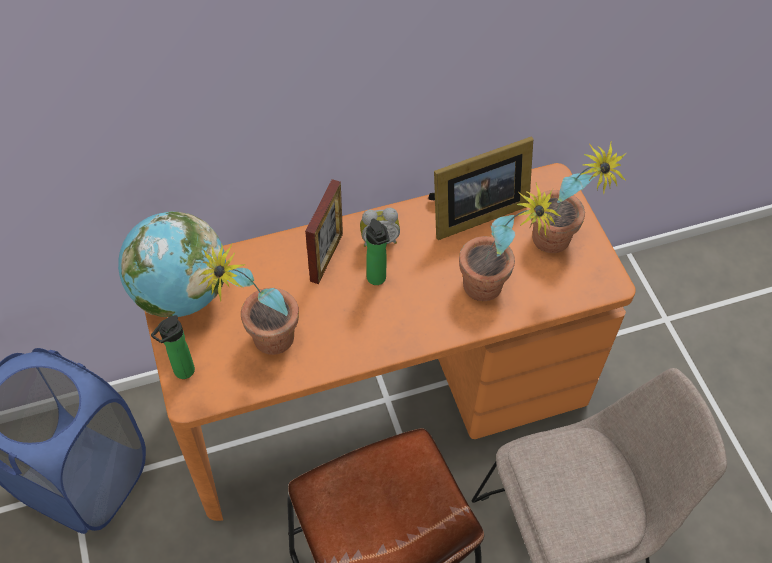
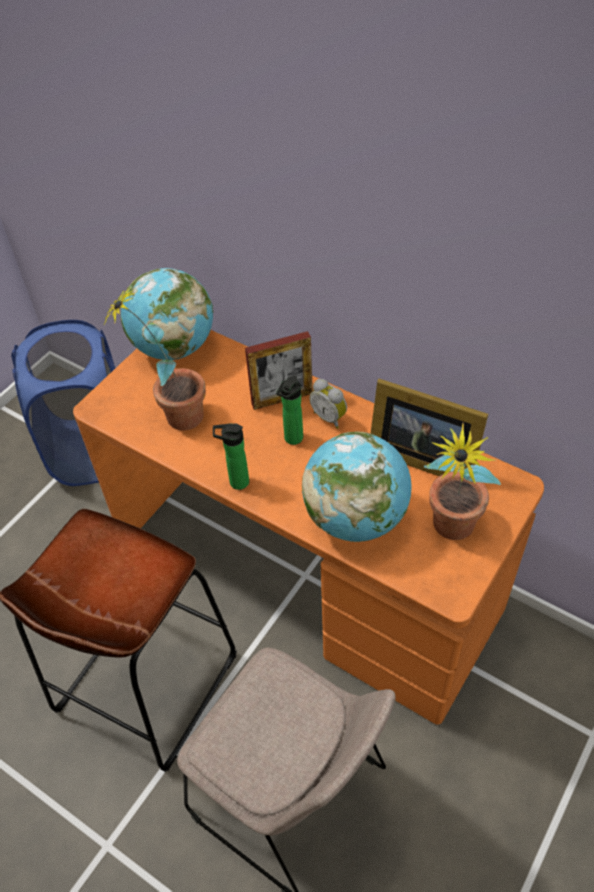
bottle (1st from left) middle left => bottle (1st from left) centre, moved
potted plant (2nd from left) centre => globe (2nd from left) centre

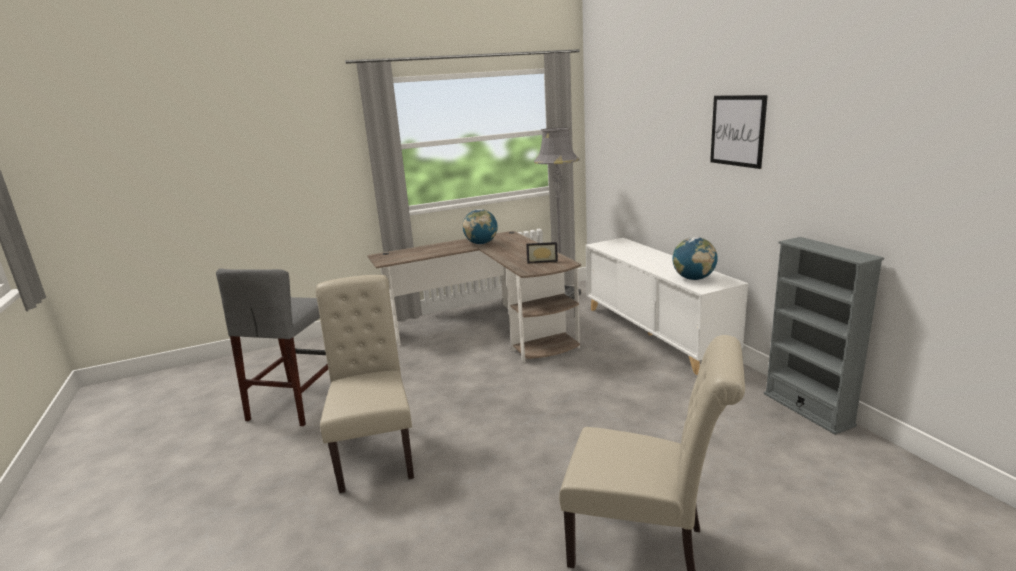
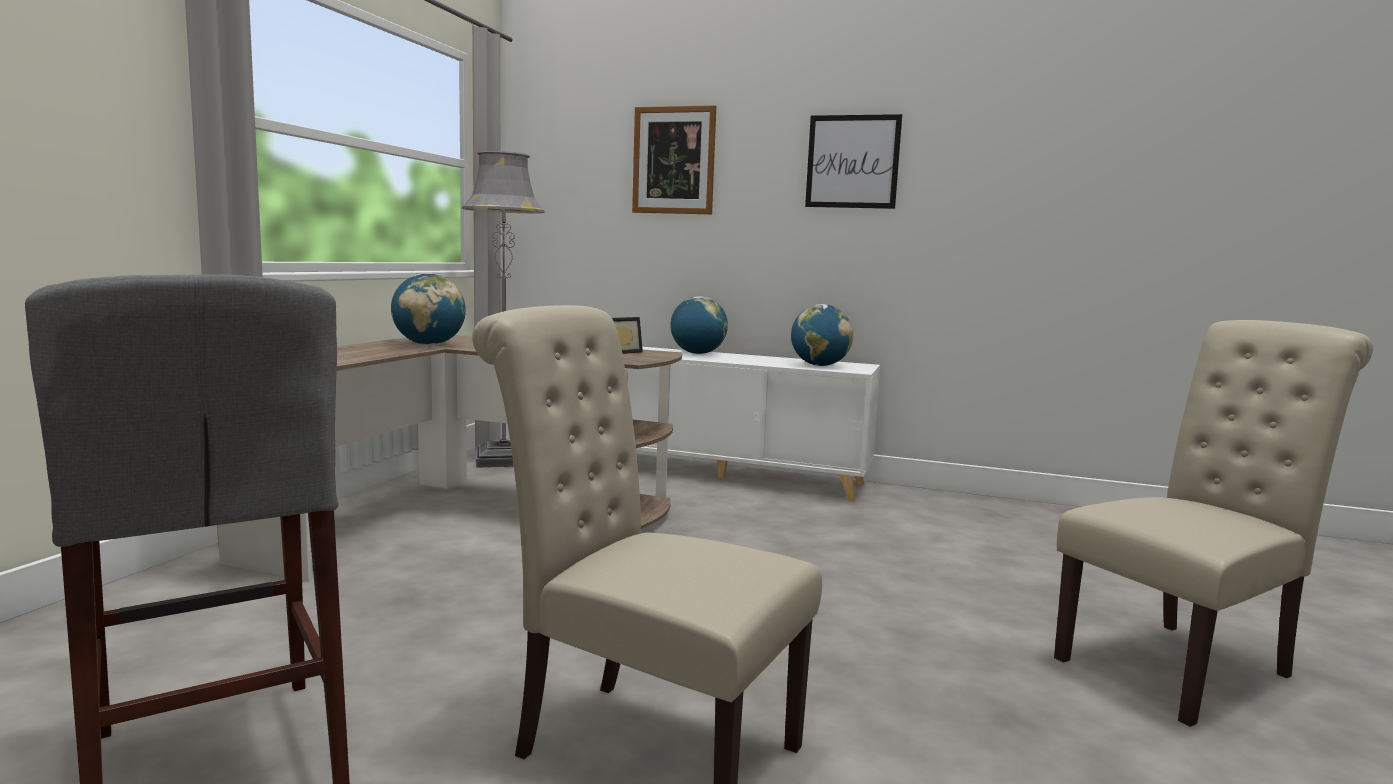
grey bookcase middle right => nothing
nothing => picture (1st from left) top centre
nothing => globe (2nd from left) centre

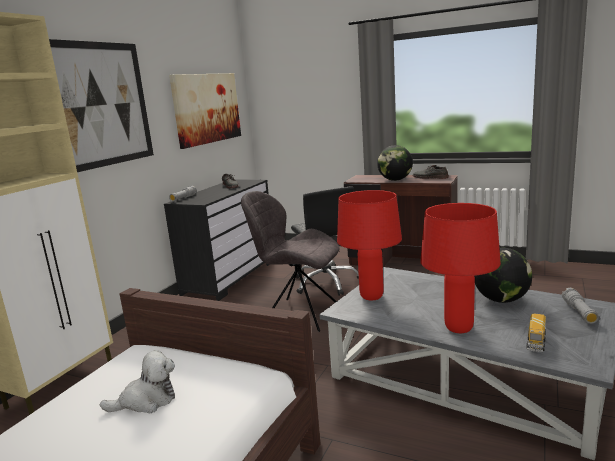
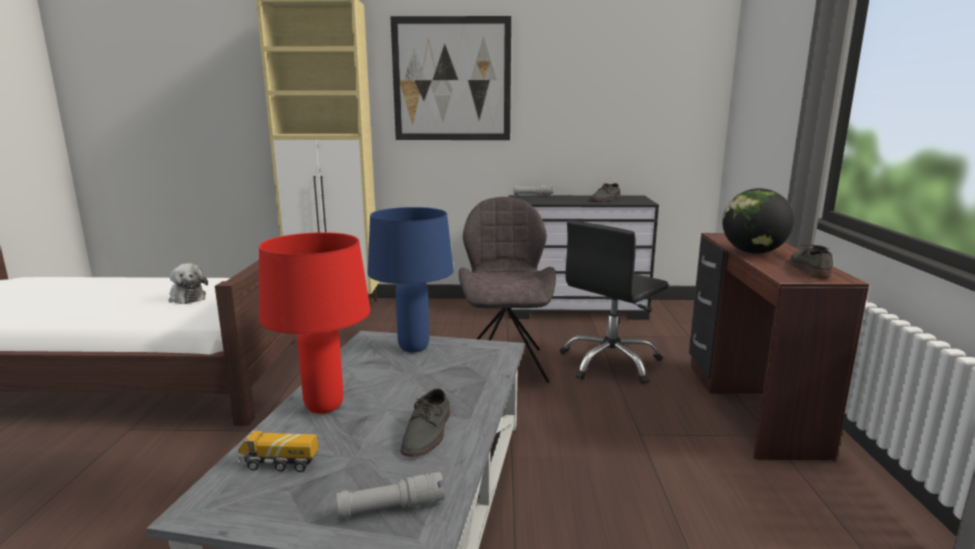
picture (2nd from left) top centre => nothing
red table lamp (1st from left) centre => blue table lamp centre
globe (2nd from left) middle right => grey shoe (1st from left) bottom centre

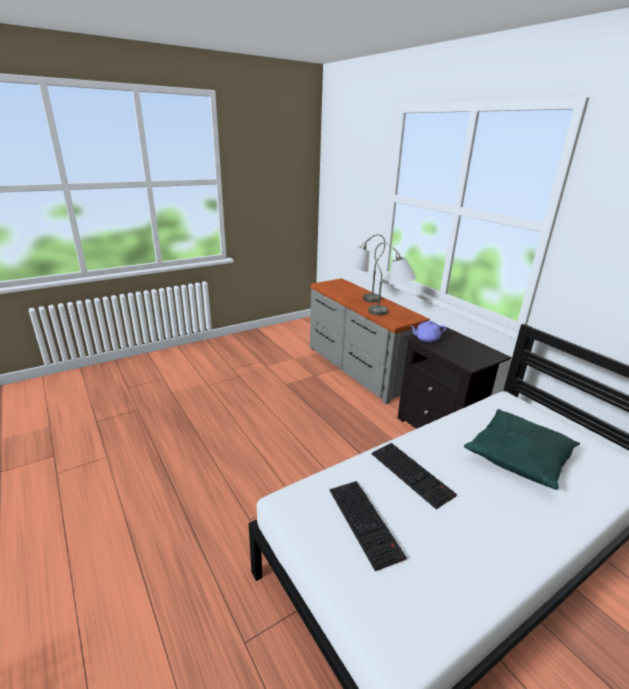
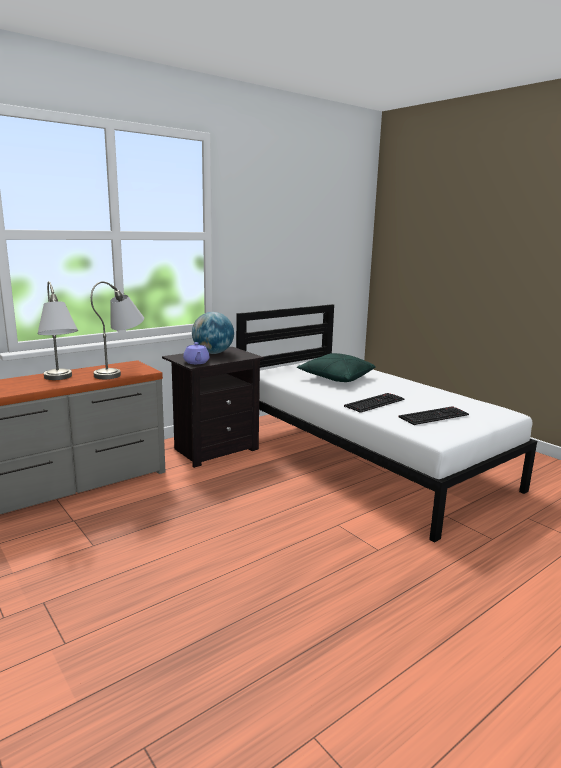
nothing => globe centre

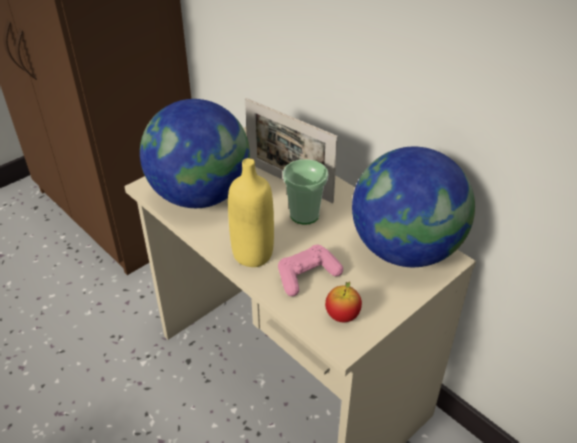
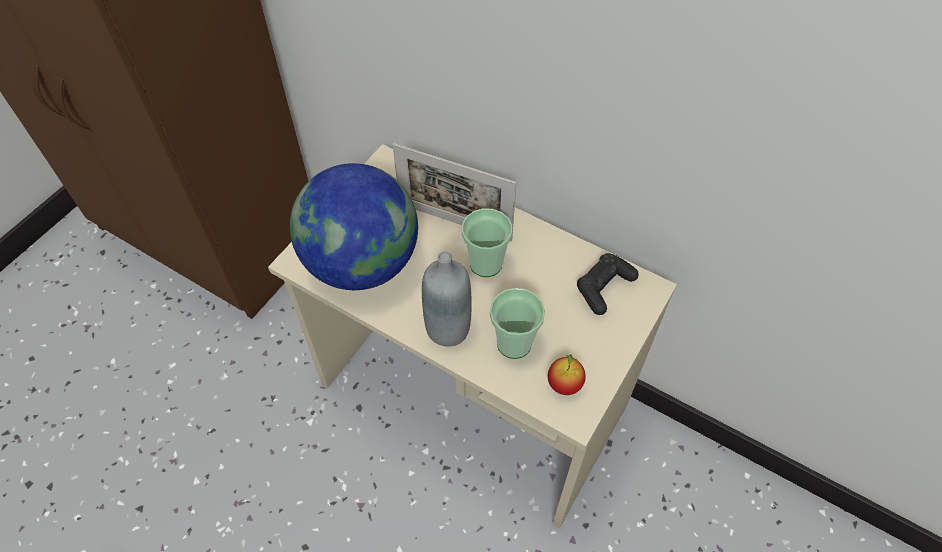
yellow bottle centre => grey bottle centre
pink game controller centre => cup (2nd from left) centre
globe (2nd from left) middle right => black game controller centre

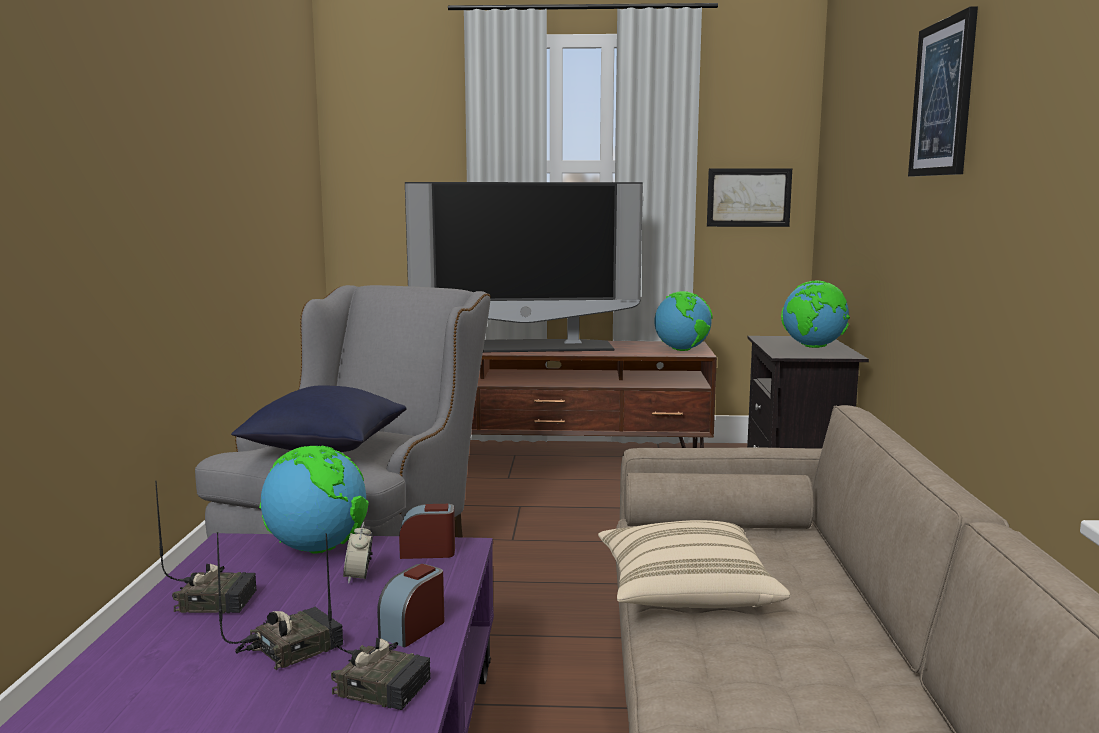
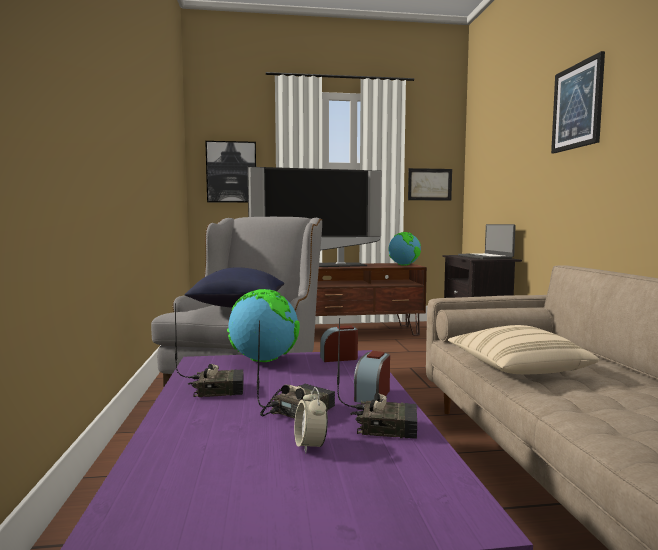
alarm clock (1st from left) bottom left => alarm clock (1st from left) bottom centre, moved
globe (3rd from left) middle right => laptop middle right
nothing => picture (1st from left) top centre

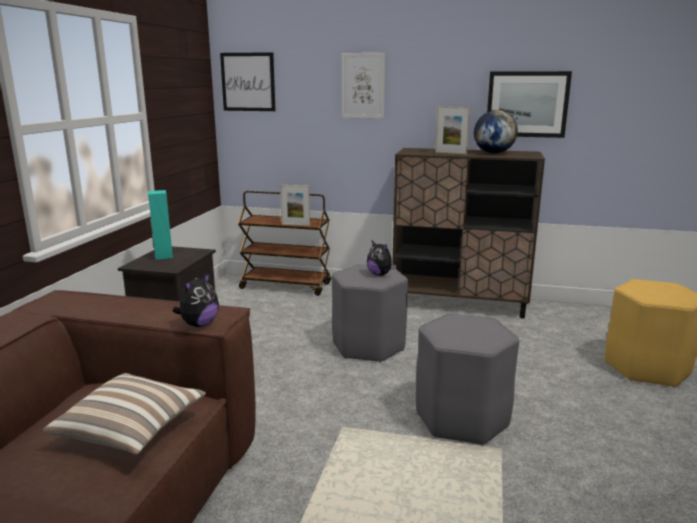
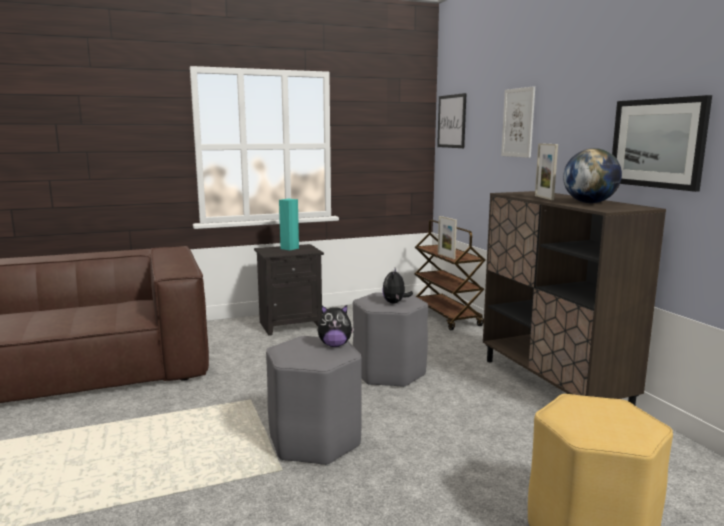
pillow bottom left => nothing
plush toy (1st from left) middle left => plush toy (1st from left) centre, moved

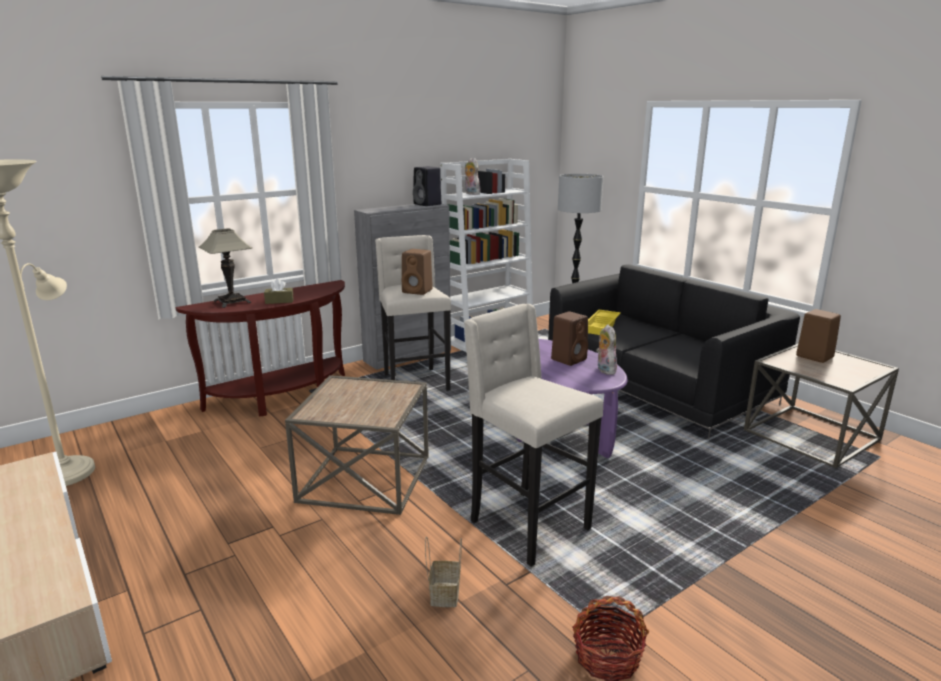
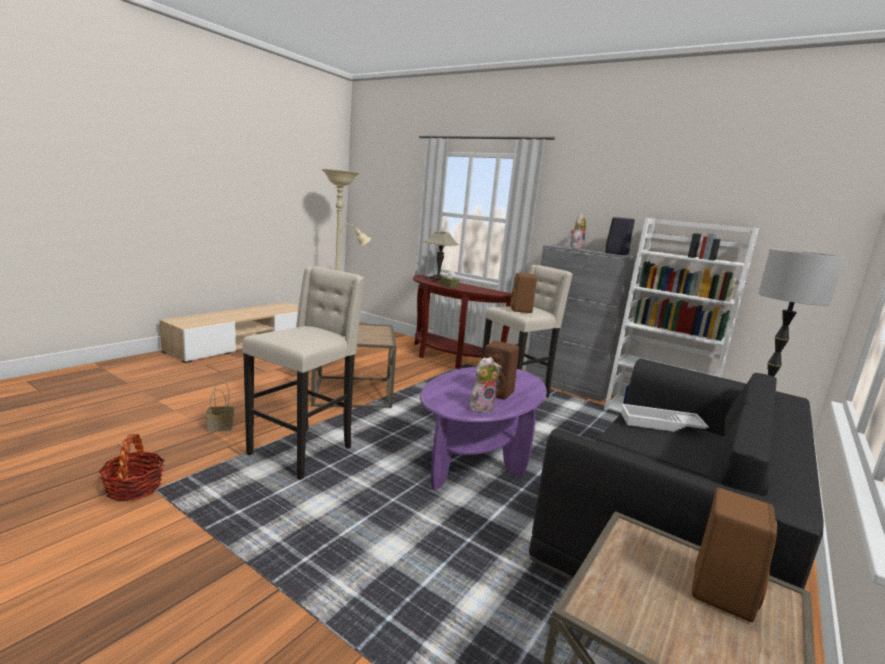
plush toy (1st from left in the first image) top centre => plush toy (2nd from left) centre, moved
yellow tray centre => white tray middle right

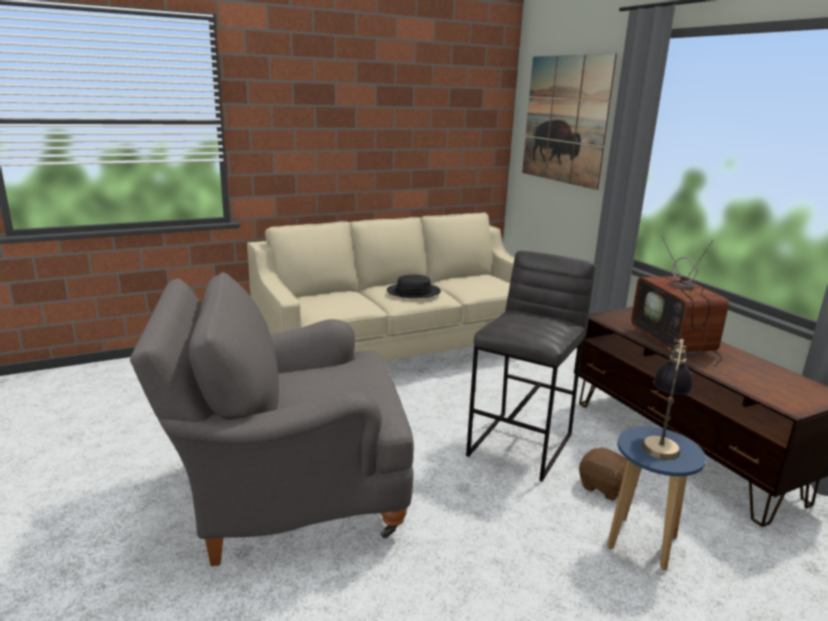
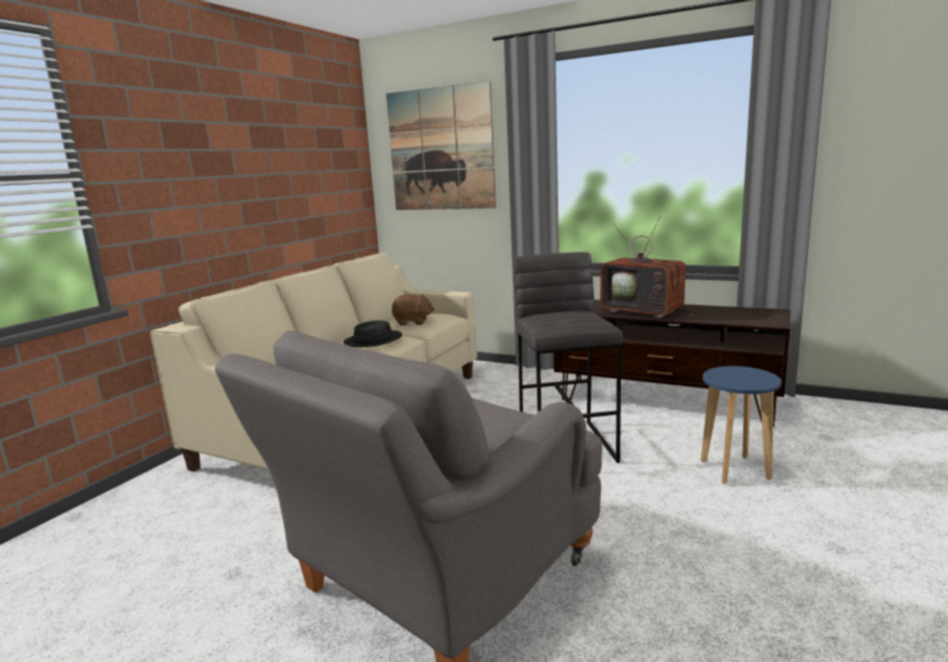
brown plush toy bottom right => brown plush toy centre, moved
table lamp middle right => nothing

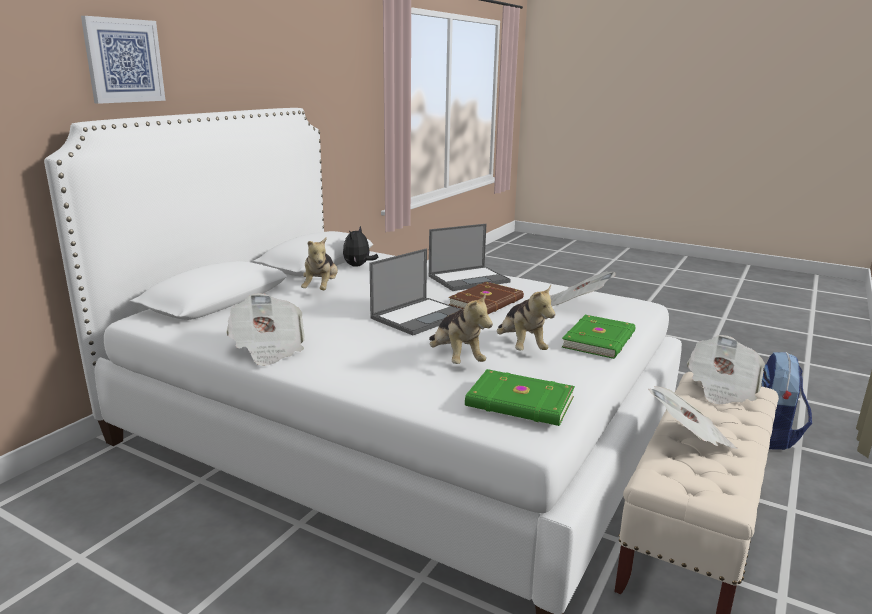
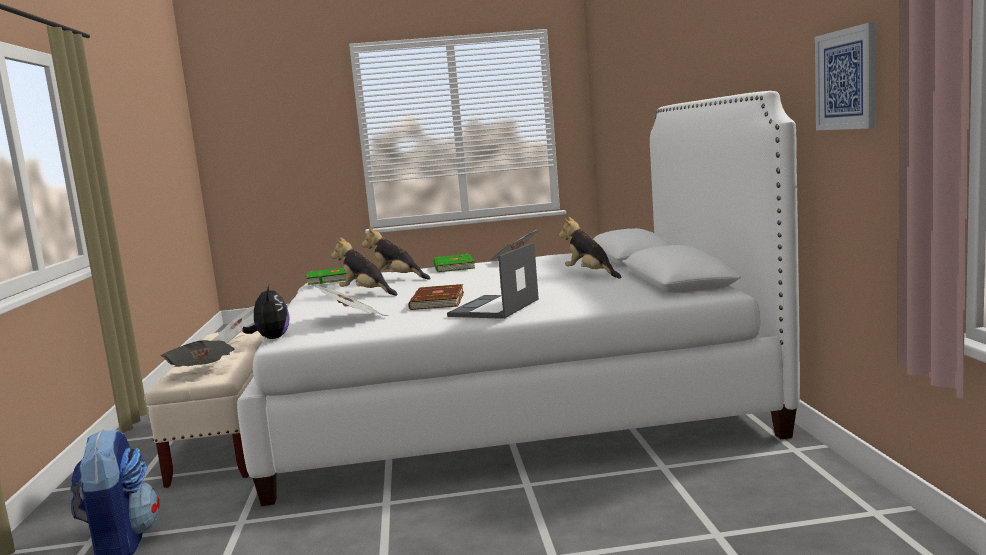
picture top left => picture top right, moved
plush toy (2nd from left in the first image) centre => plush toy (1st from left) middle left, moved
laptop (1st from left) centre => nothing
green book (2nd from left) middle right => green book (2nd from left) centre, moved

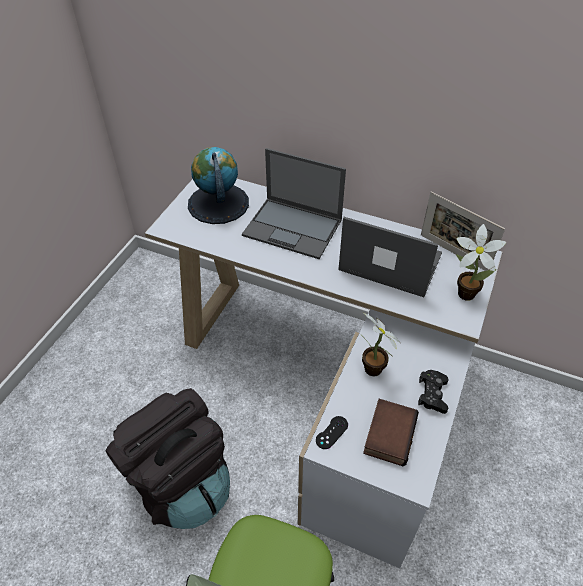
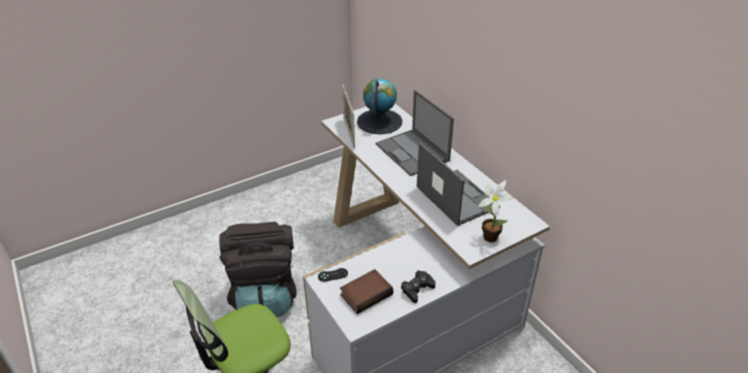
potted plant (1st from left) centre => nothing
picture frame middle right => picture frame top centre, moved

